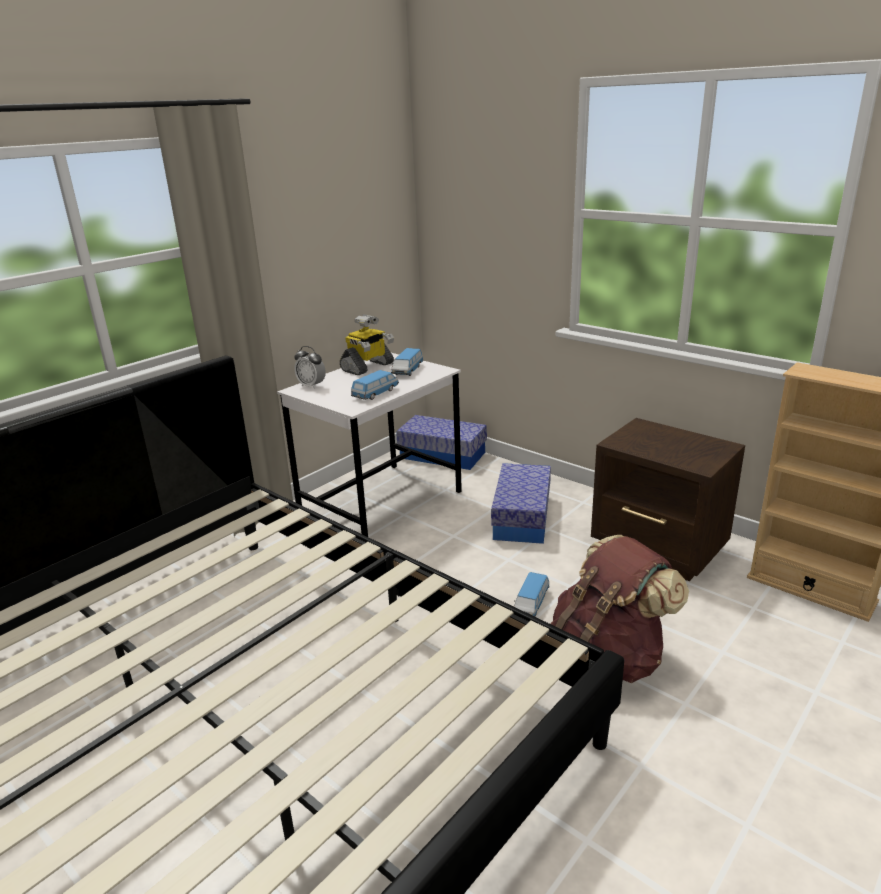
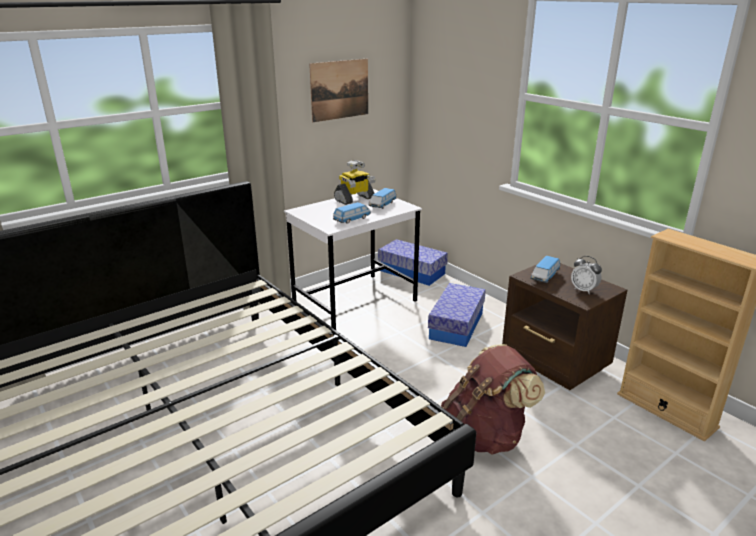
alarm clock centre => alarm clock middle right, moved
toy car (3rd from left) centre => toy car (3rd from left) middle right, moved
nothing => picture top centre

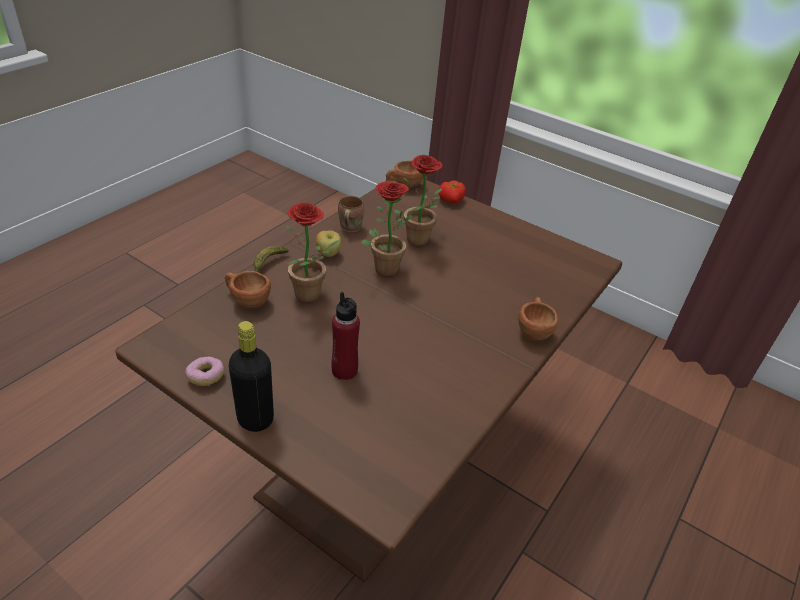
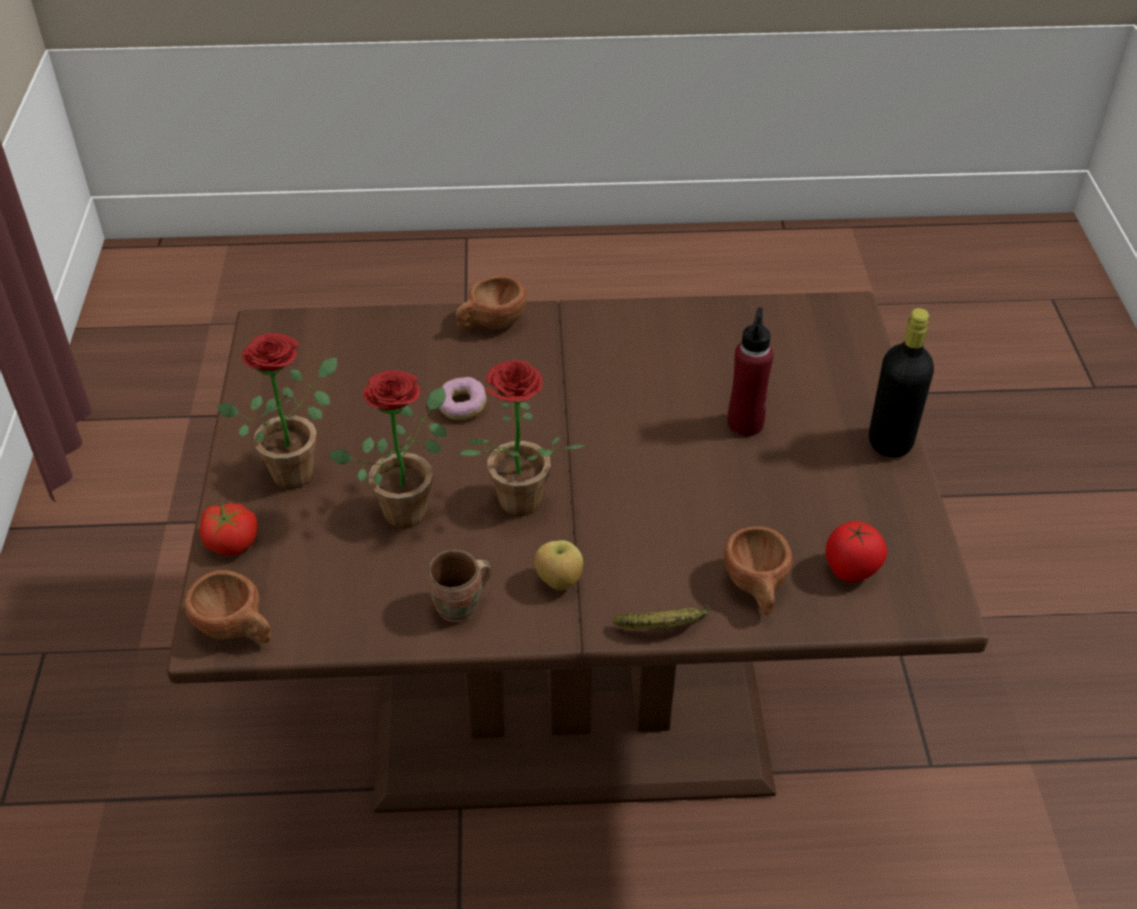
donut middle left => donut centre, moved
potted plant (1st from left) centre => potted plant (1st from left) middle left, moved
nothing => tomato (2nd from left) middle right

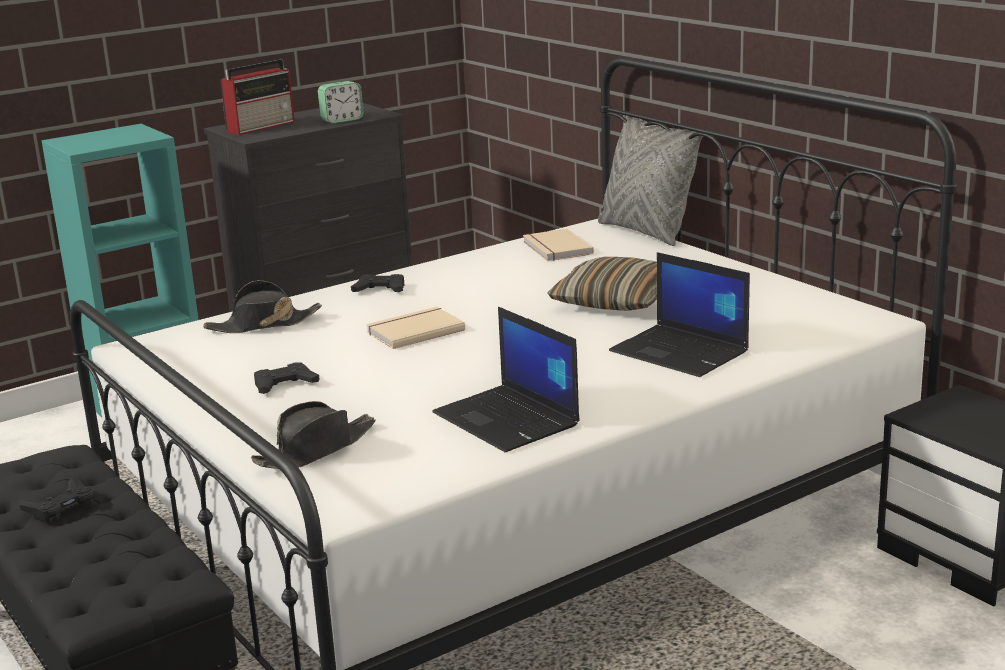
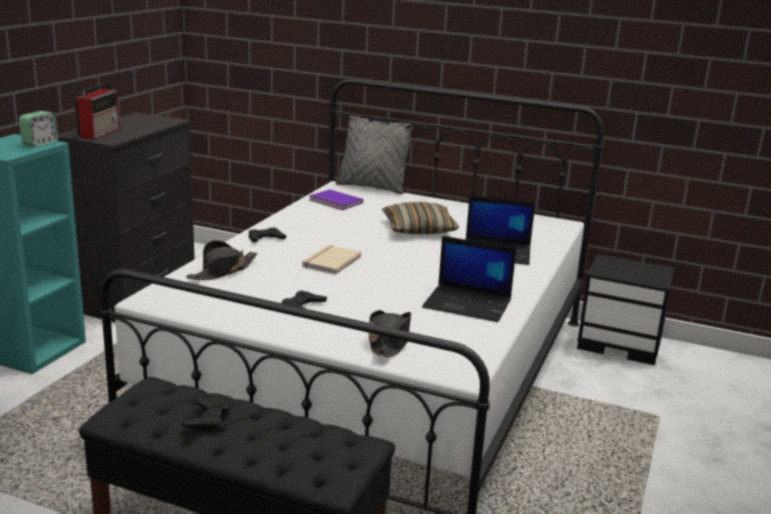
alarm clock top centre => alarm clock top left, moved
beige book (2nd from left) centre => purple book centre

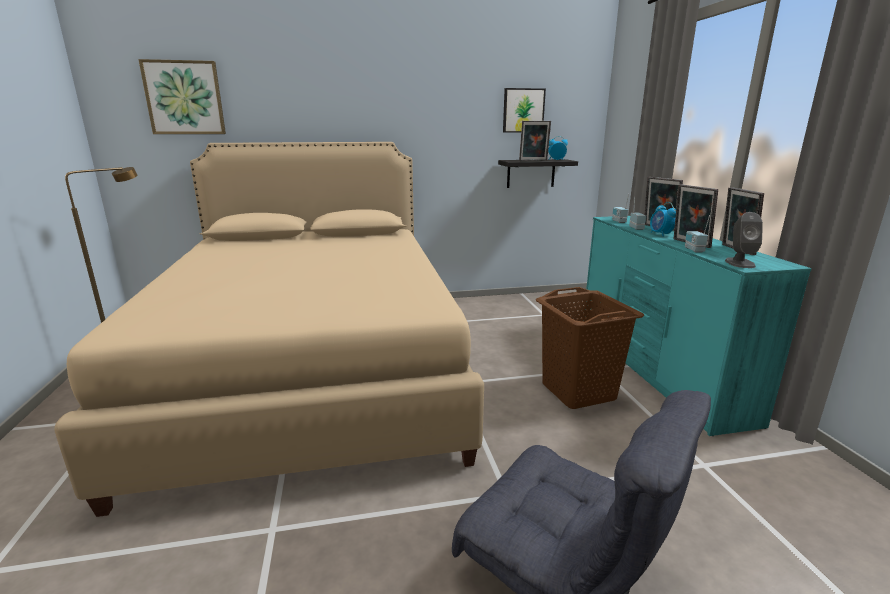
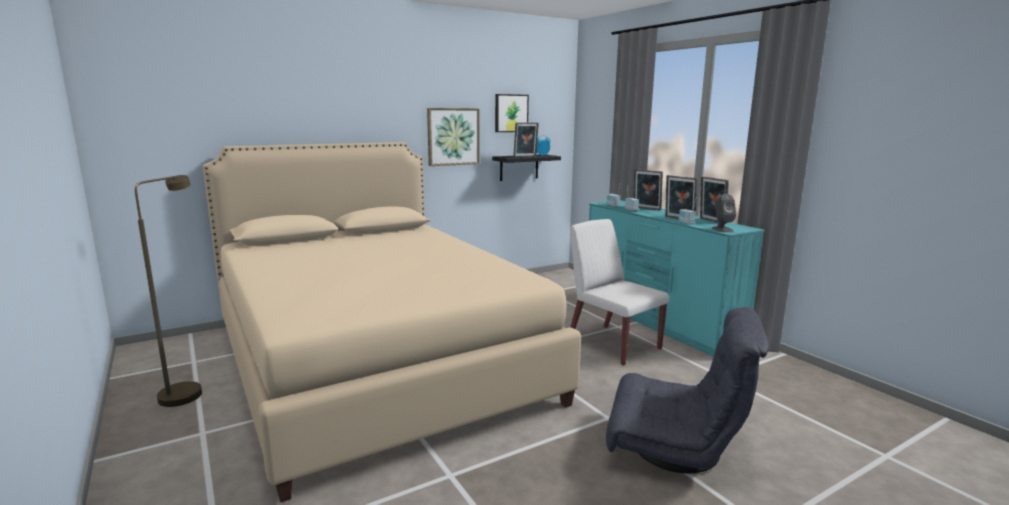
picture (1st from left) top left => picture (1st from left) top centre, moved
brown laundry basket centre => white chair centre
alarm clock (2nd from left) middle right => nothing

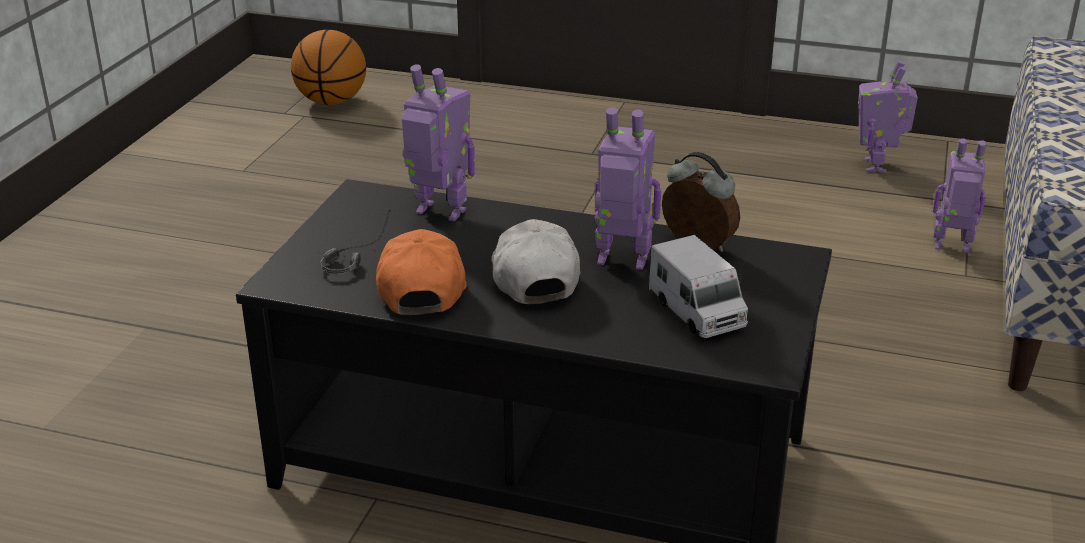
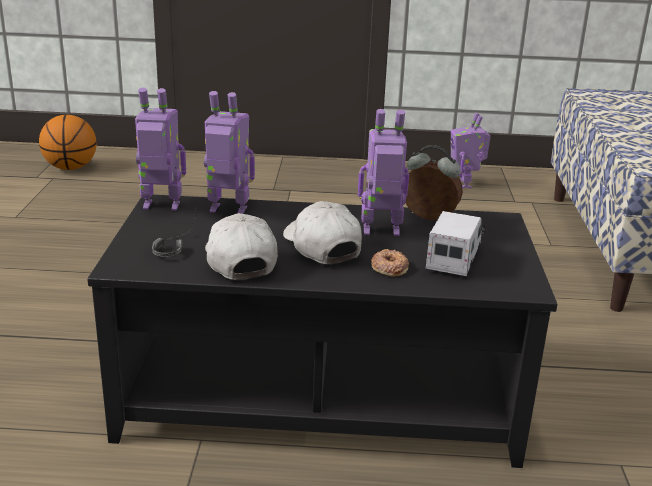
orange cap centre => white cap (1st from left) centre
toy truck centre => toy truck middle right, 120 degrees counterclockwise
toy robot (4th from left in the first image) middle right => toy robot (1st from left) top left, moved
nothing => donut centre

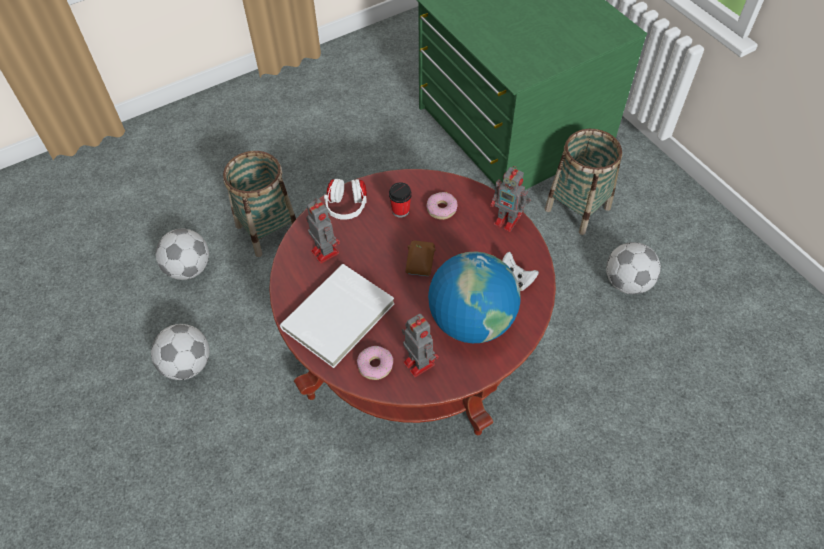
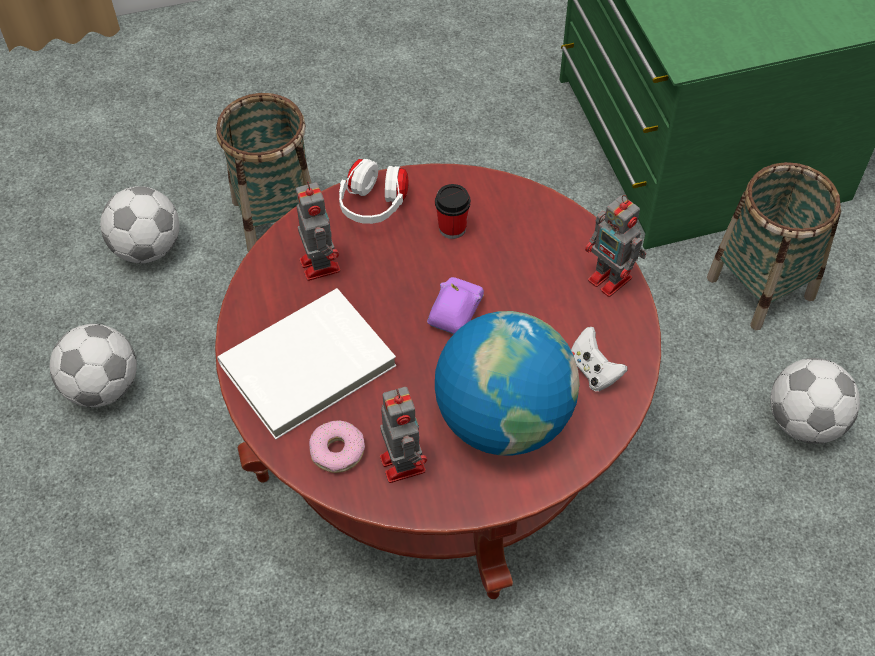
brown toy car centre => purple toy car centre
donut (2nd from left) centre => nothing

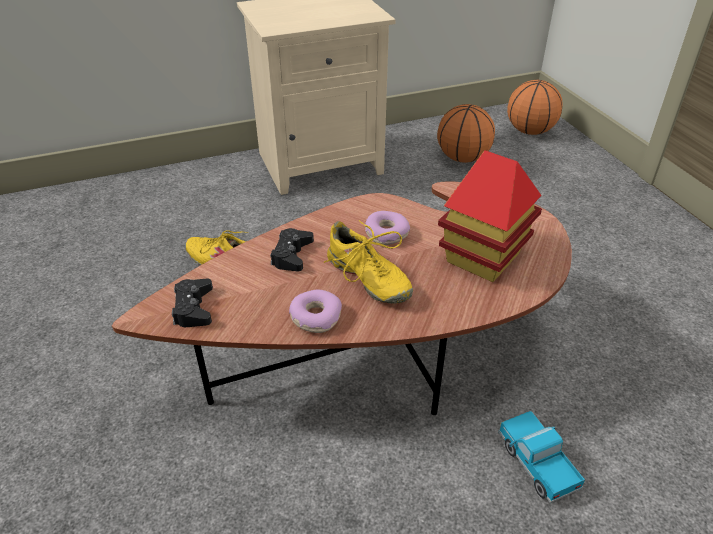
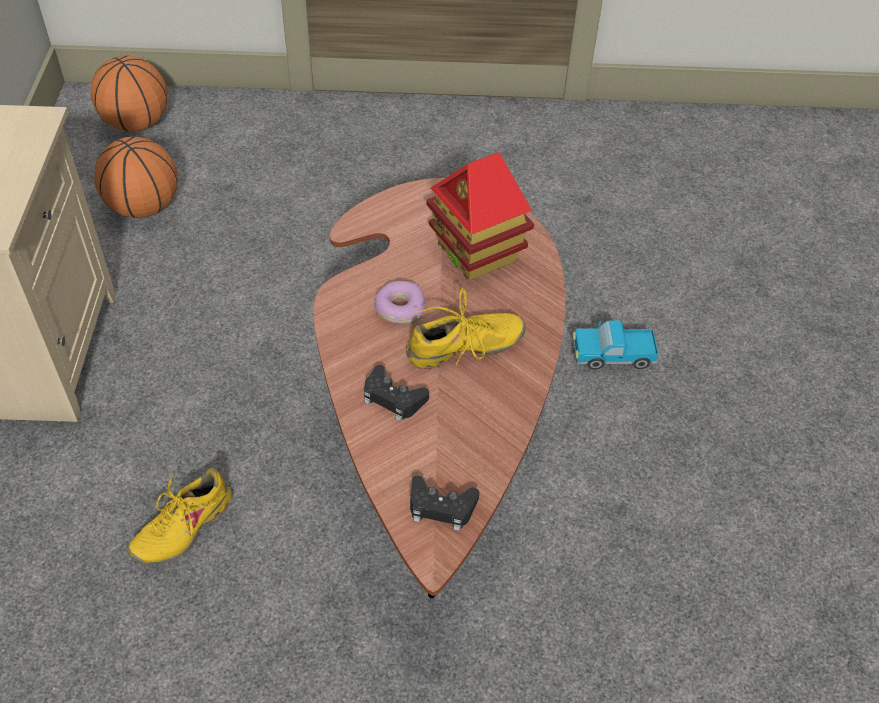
donut (1st from left) centre => nothing

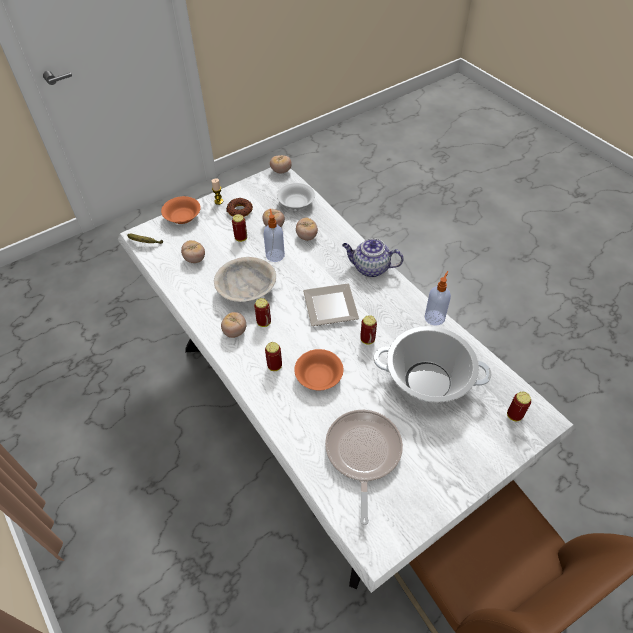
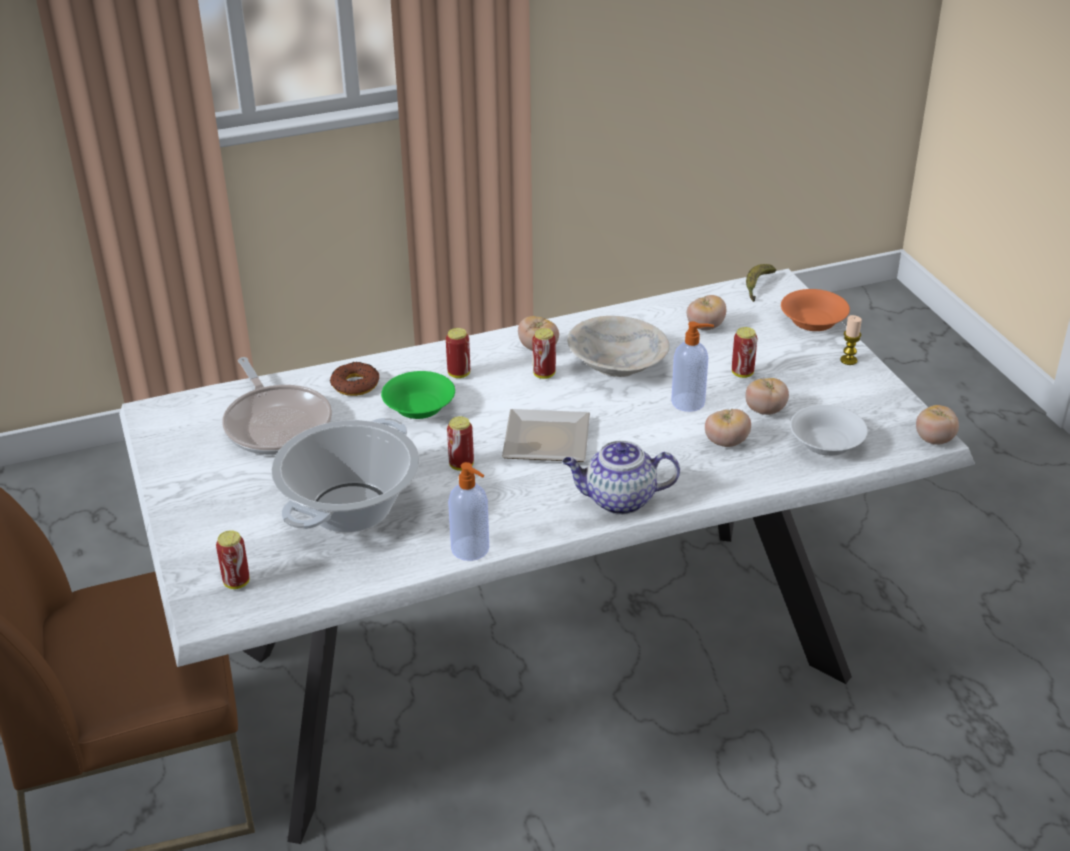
donut top centre => donut middle left, moved
orange bowl (2nd from left) centre => green bowl centre
frying pan bottom centre => frying pan middle left, 45 degrees clockwise
teapot centre, 120 degrees counterclockwise

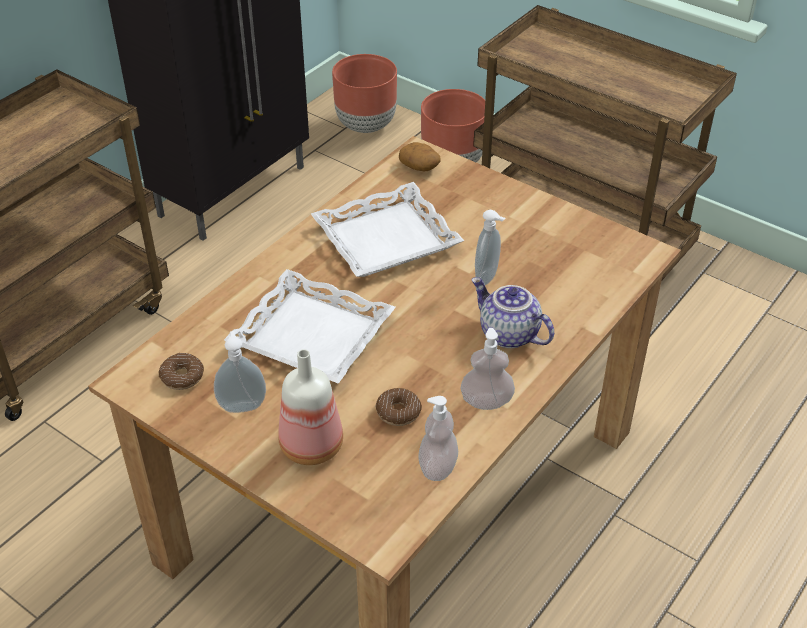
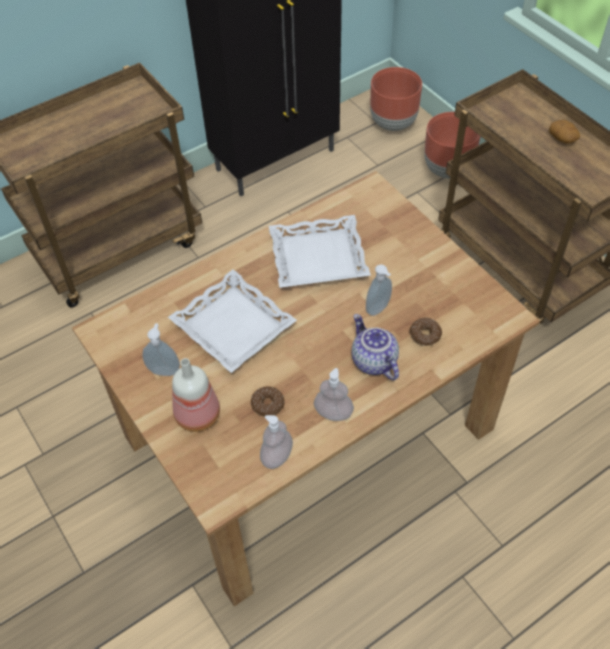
donut (1st from left in the first image) middle left => donut (2nd from left) middle right, moved
potato top centre => potato top right, moved

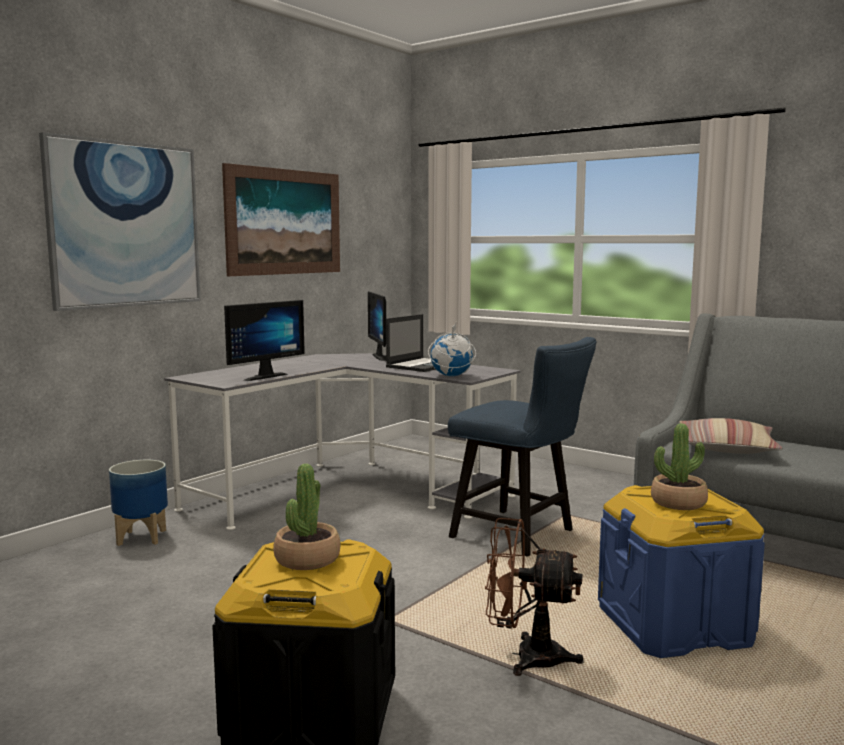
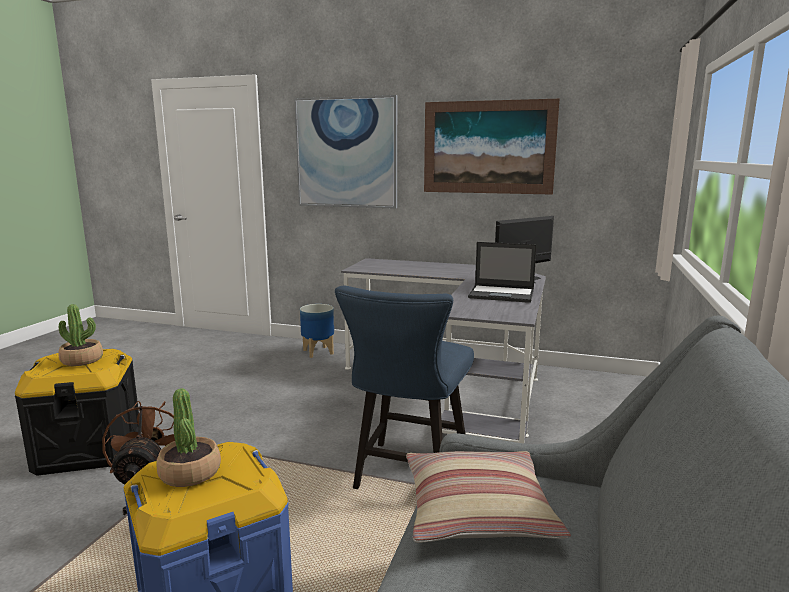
monitor (1st from left) middle left => nothing
globe centre => nothing

